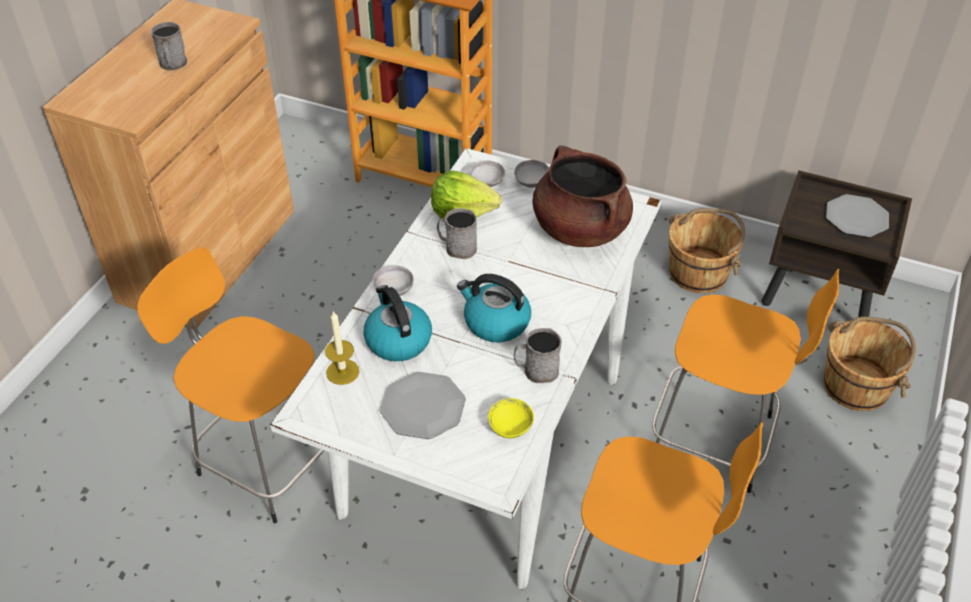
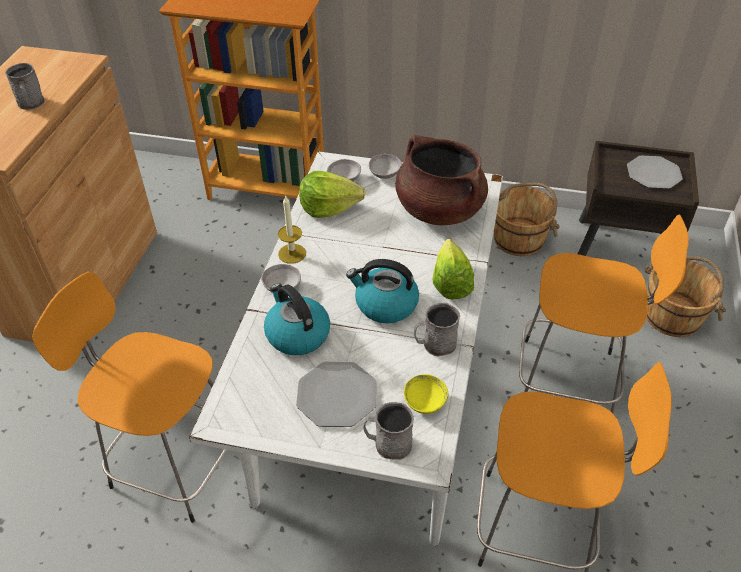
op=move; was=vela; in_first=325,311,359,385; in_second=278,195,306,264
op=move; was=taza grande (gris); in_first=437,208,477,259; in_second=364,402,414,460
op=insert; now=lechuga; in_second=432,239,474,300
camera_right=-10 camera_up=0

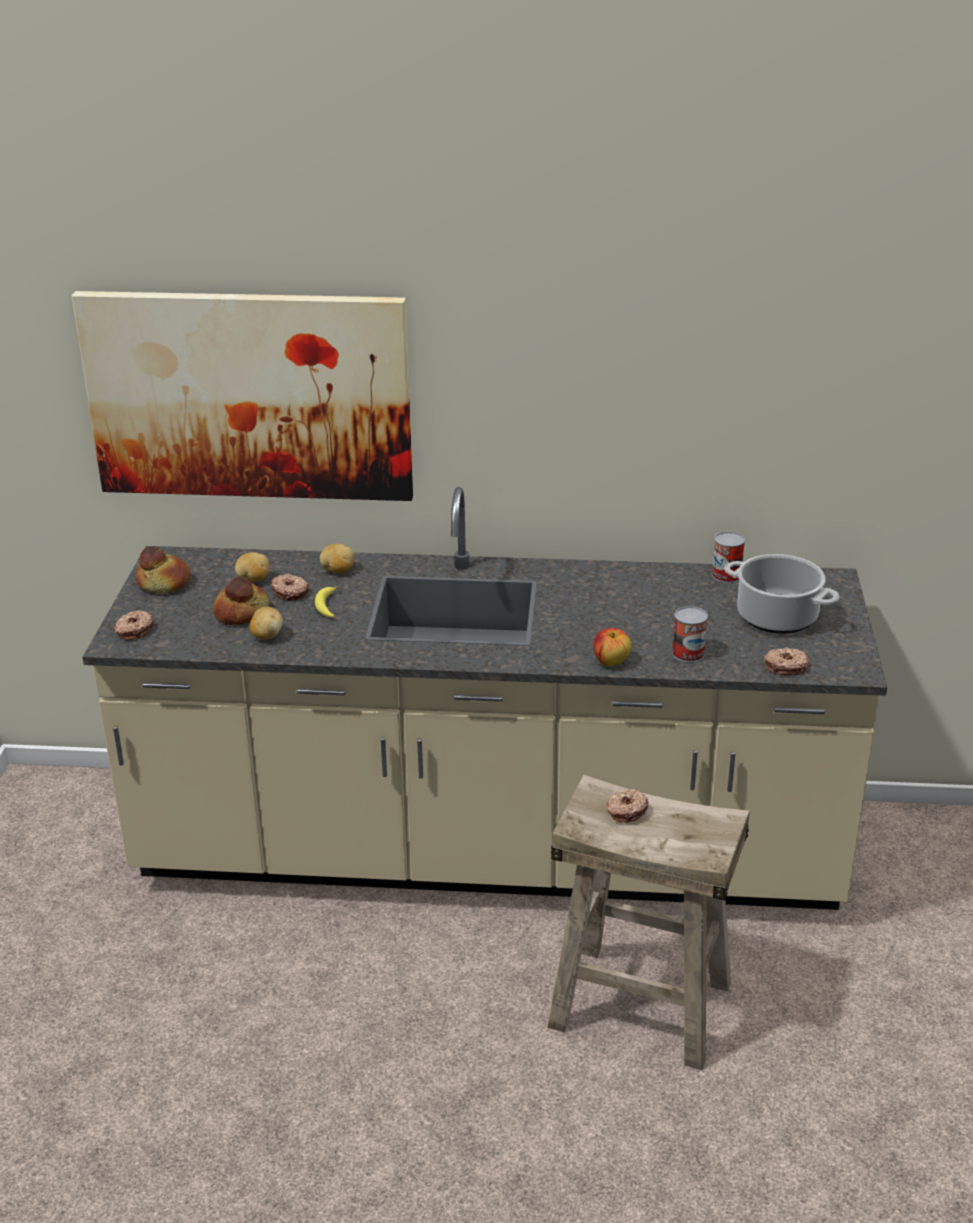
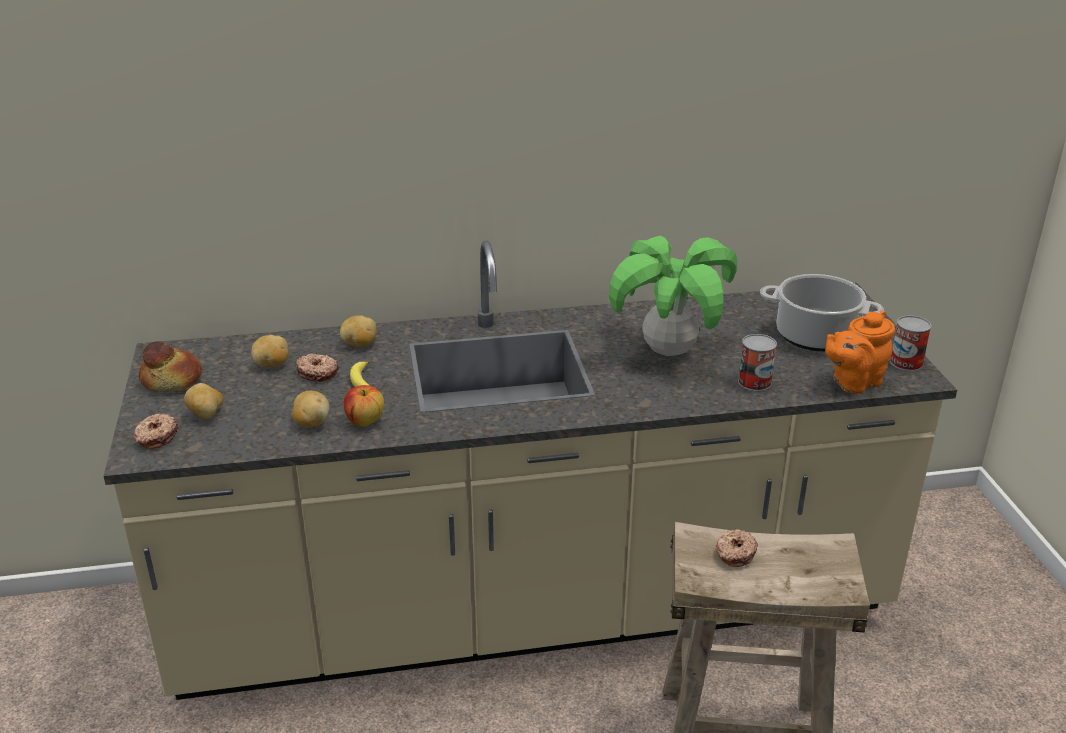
op=insert; now=patata; in_second=184,383,223,419
op=move; was=manzana; in_first=594,628,631,666; in_second=344,385,384,427
op=insert; now=planta en maceta; in_second=609,236,737,356
op=replace; was=rosquilla; now=tetera (naranja); in_first=764,647,809,675; in_second=825,311,895,394
op=move; was=lata; in_first=712,532,745,583; in_second=890,315,931,371
op=delete; was=cuadro; in_first=72,291,413,501
op=delete; was=pan; in_first=213,577,270,625
camera_right=-15 camera_up=0

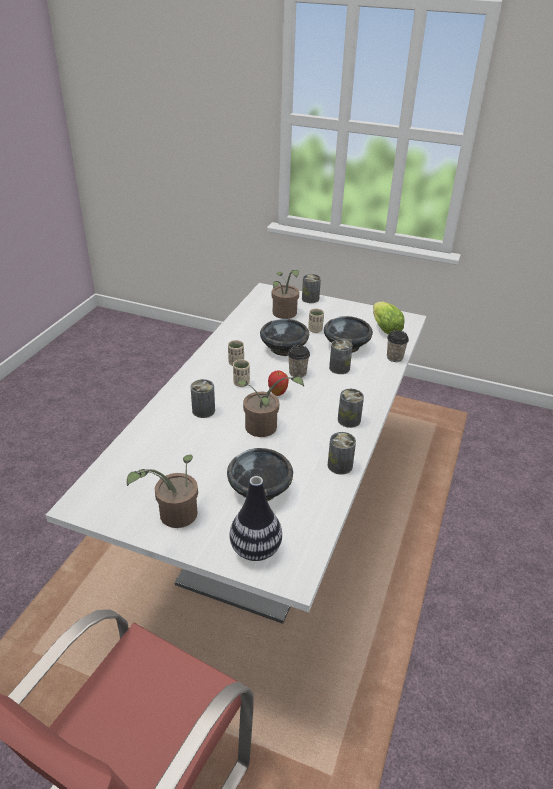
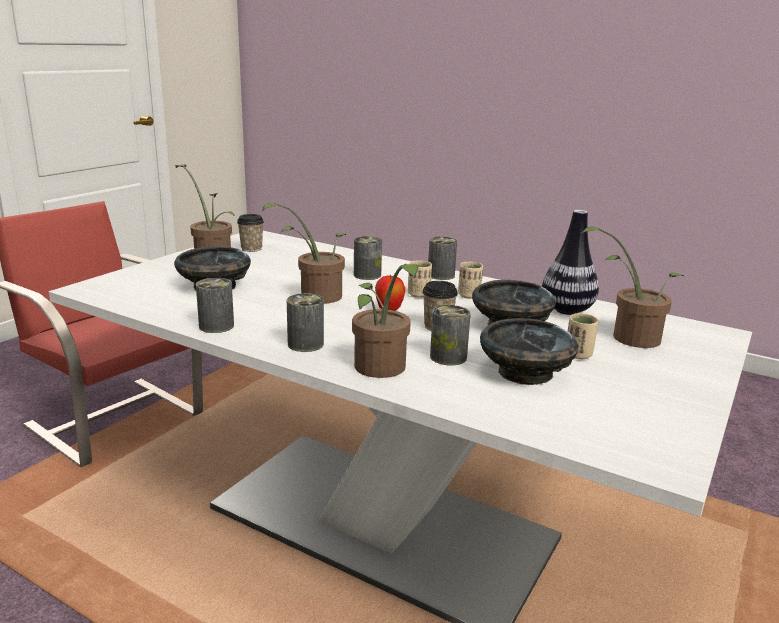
op=move; was=taza; in_first=387,330,409,362; in_second=237,214,264,252
op=insert; now=planta en maceta; in_second=352,264,418,378
op=move; was=lata; in_first=302,274,321,303; in_second=428,237,457,280
op=move; was=florero; in_first=230,476,282,561; in_second=542,210,599,315
op=delete; was=lechuga; in_first=373,302,404,334
camera_right=100 camera_up=-15

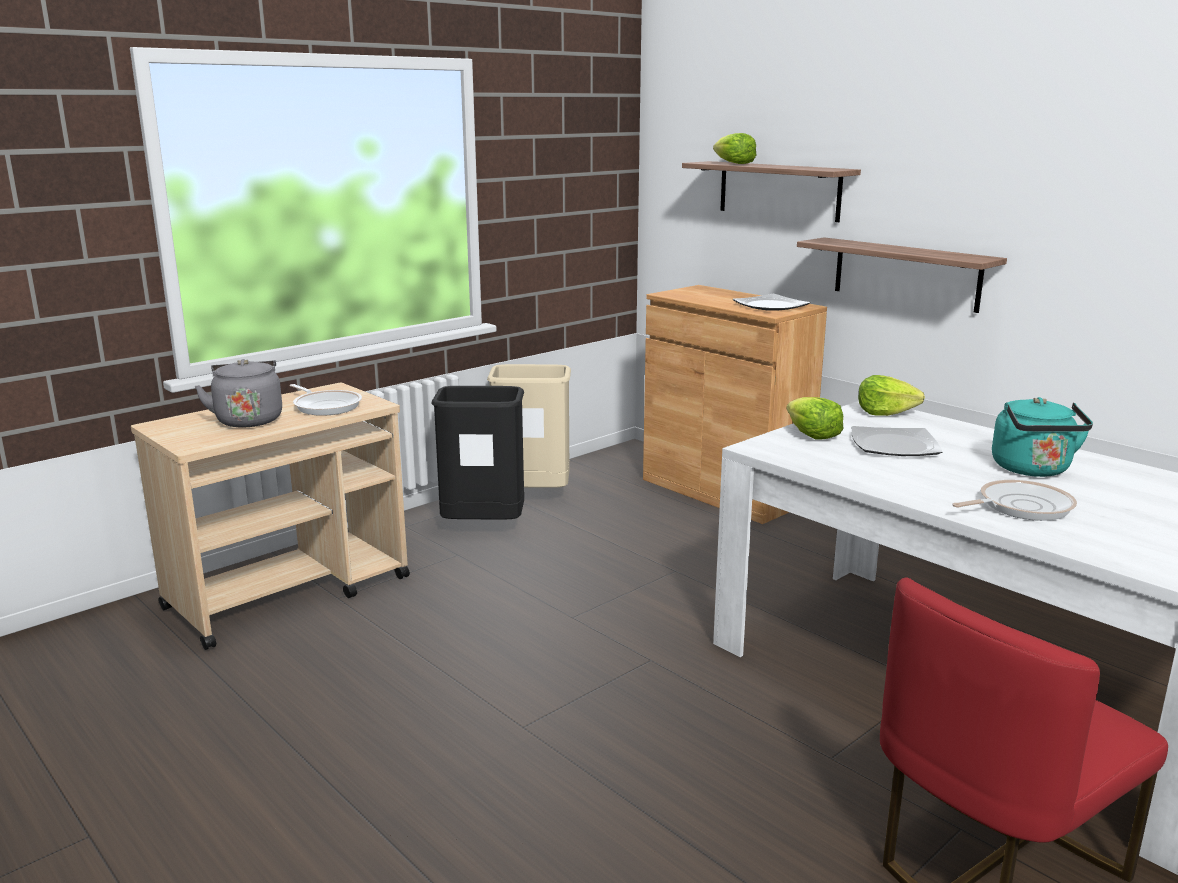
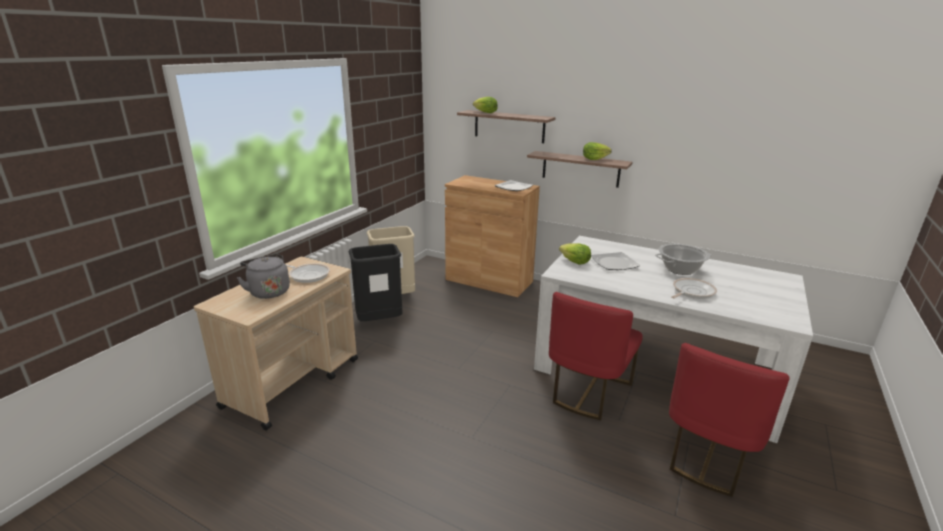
op=insert; now=silla (rojo); in_second=549,292,643,420
op=move; was=lechuga; in_first=858,375,925,416; in_second=583,142,612,160
op=replace; was=hervidor (turquesa); now=olla; in_first=992,397,1093,477; in_second=655,244,712,275
camera_right=-20 camera_up=5

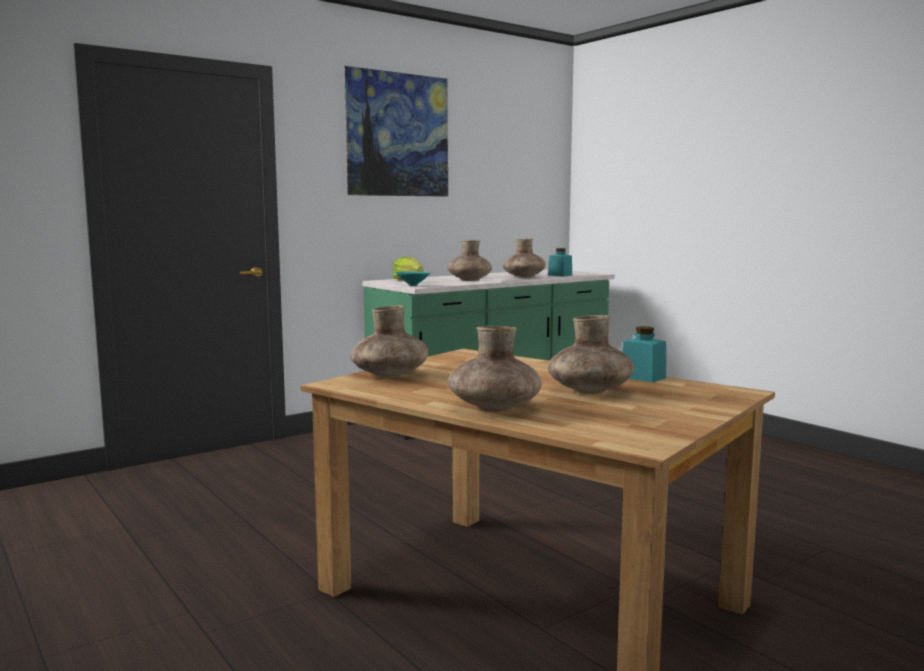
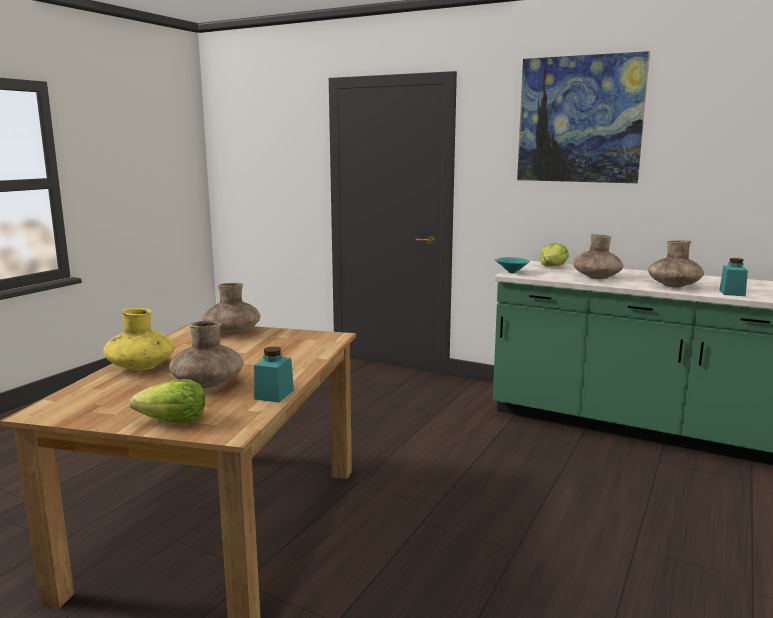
op=recolor; was=florero (marrón); now=florero (amarillo); in_first=448,326,542,412; in_second=103,308,175,371
op=insert; now=lechuga; in_second=130,379,205,423
camera_right=65 camera_up=5

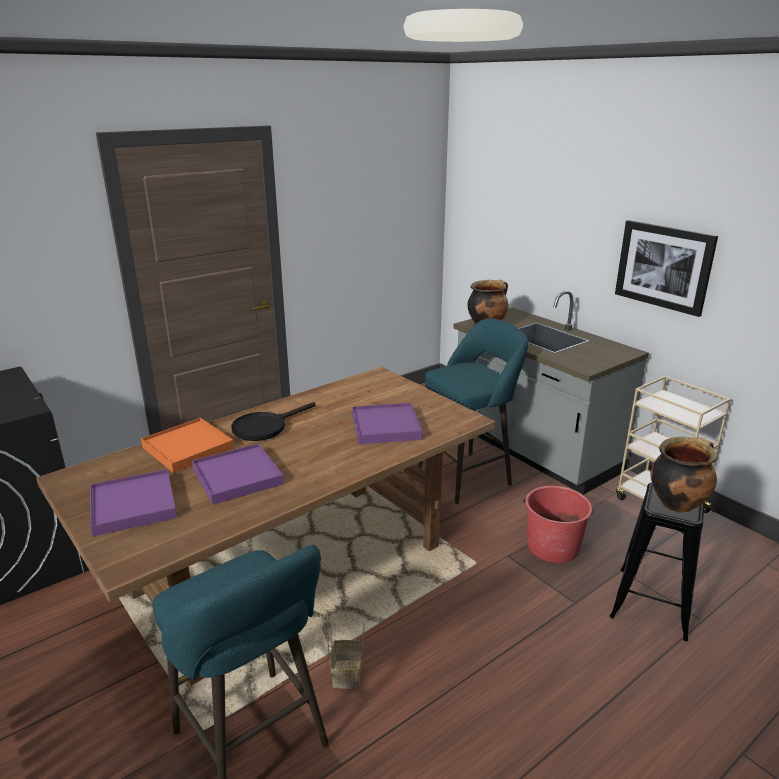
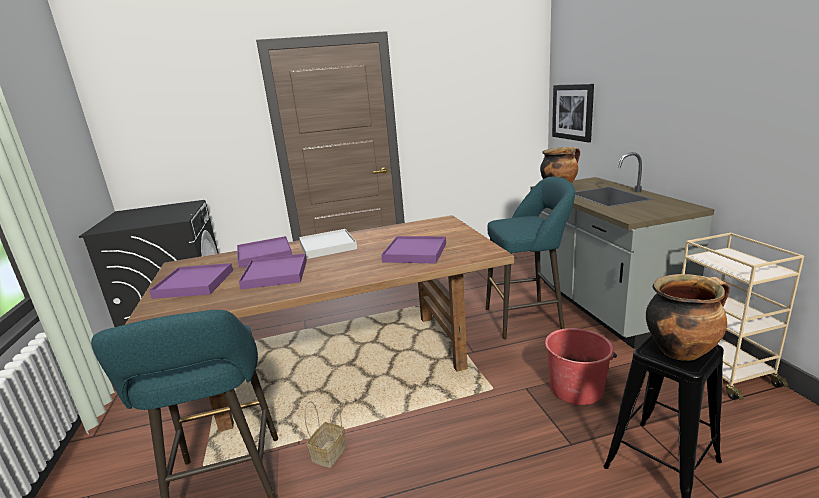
op=recolor; was=bandeja (naranja); now=bandeja (morado); in_first=141,418,234,473; in_second=237,236,292,268
op=replace; was=sartén (negro); now=bandeja (blanco); in_first=231,402,316,441; in_second=299,229,357,259
op=move; was=cuadro; in_first=615,220,718,317; in_second=552,84,594,143
camera_right=25 camera_up=-5

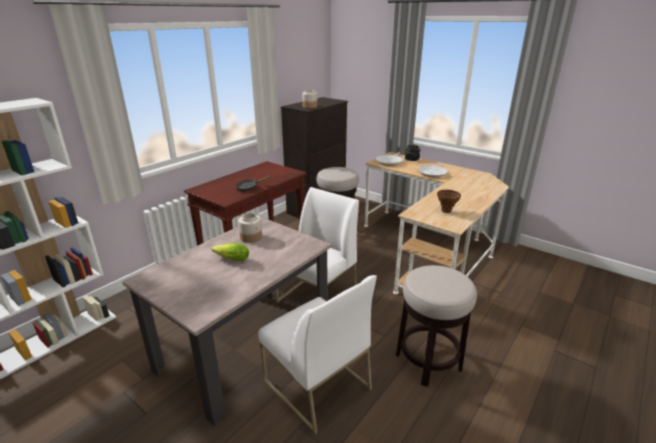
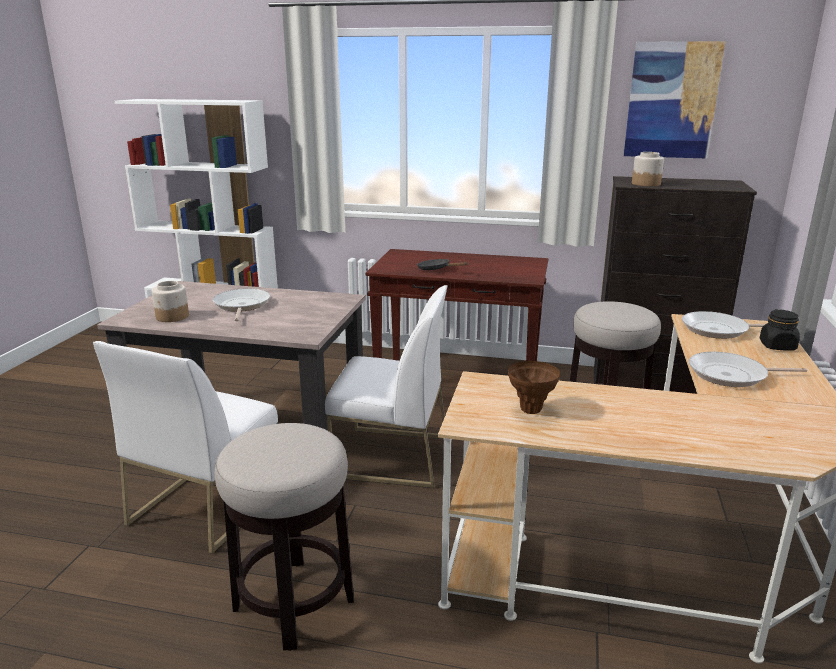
op=move; was=tarro; in_first=238,213,262,243; in_second=152,281,189,322
op=replace; was=lechuga; now=sartén; in_first=211,243,249,261; in_second=213,289,270,321
op=insert; now=cuadro; in_second=624,41,725,158
camera_right=65 camera_up=-5

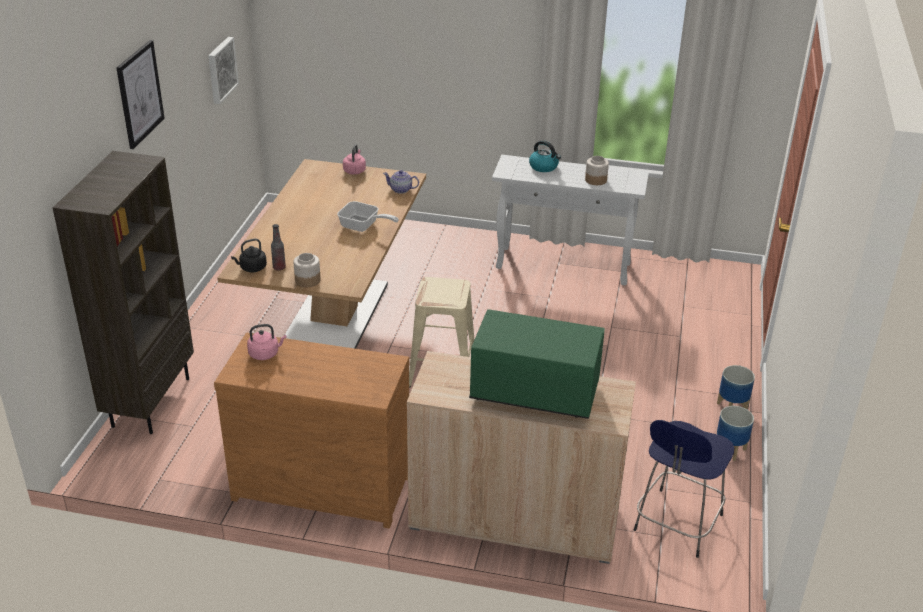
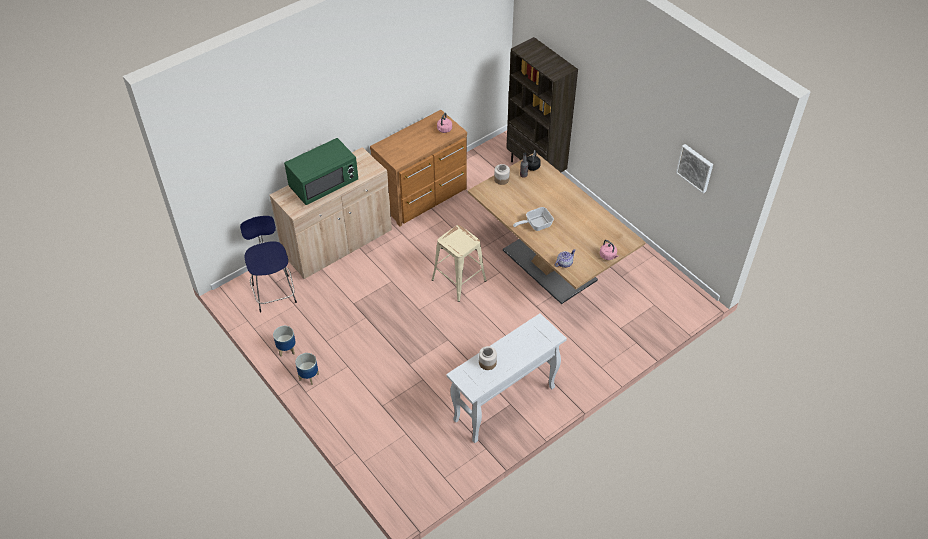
op=delete; was=cuadro; in_first=116,40,165,149
op=delete; was=hervidor; in_first=529,140,561,172
camera_right=130 camera_up=15

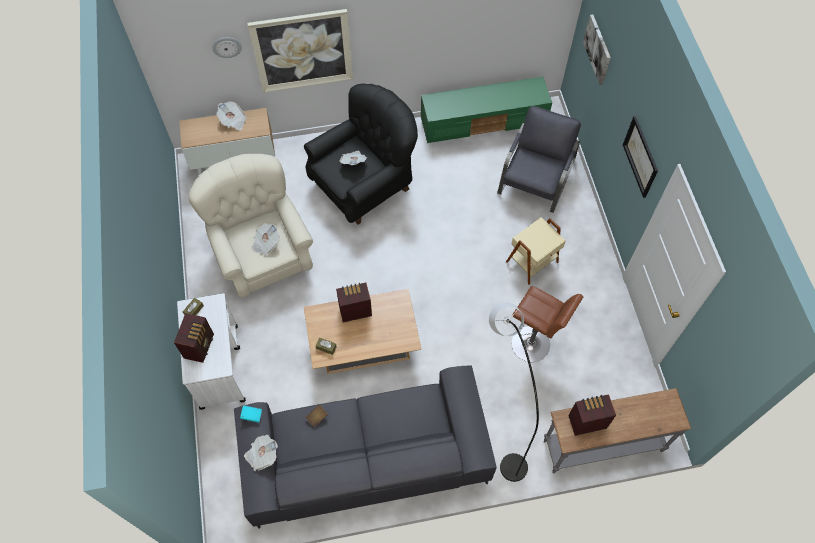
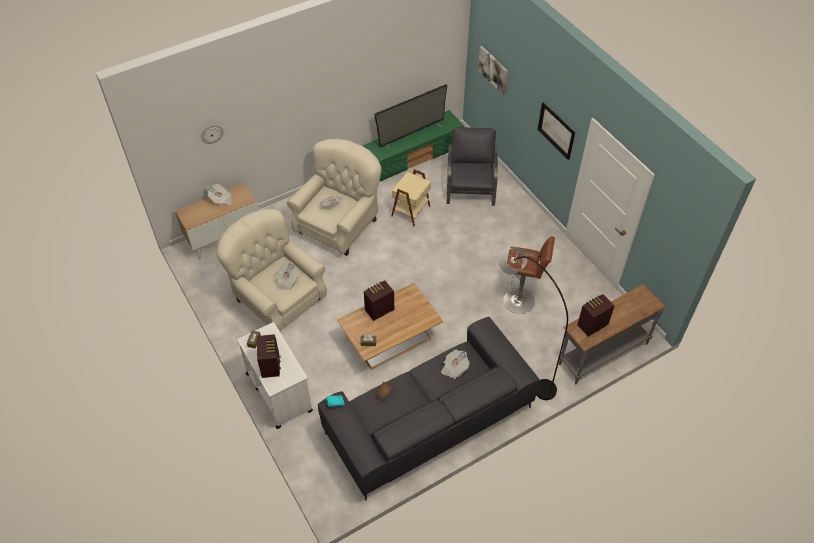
op=recolor; was=sillón (negro); now=sillón (beis); in_first=304,84,418,225; in_second=287,139,382,256
op=insert; now=televisor; in_second=374,84,447,151
op=move; was=mesa auxiliar (beis); in_first=506,217,566,285; in_second=391,169,431,227
op=move; was=periódico; in_first=244,435,278,471; in_second=441,350,469,379
op=delete; was=cuadro; in_first=247,9,353,93
camera_right=-20 camera_up=-10

